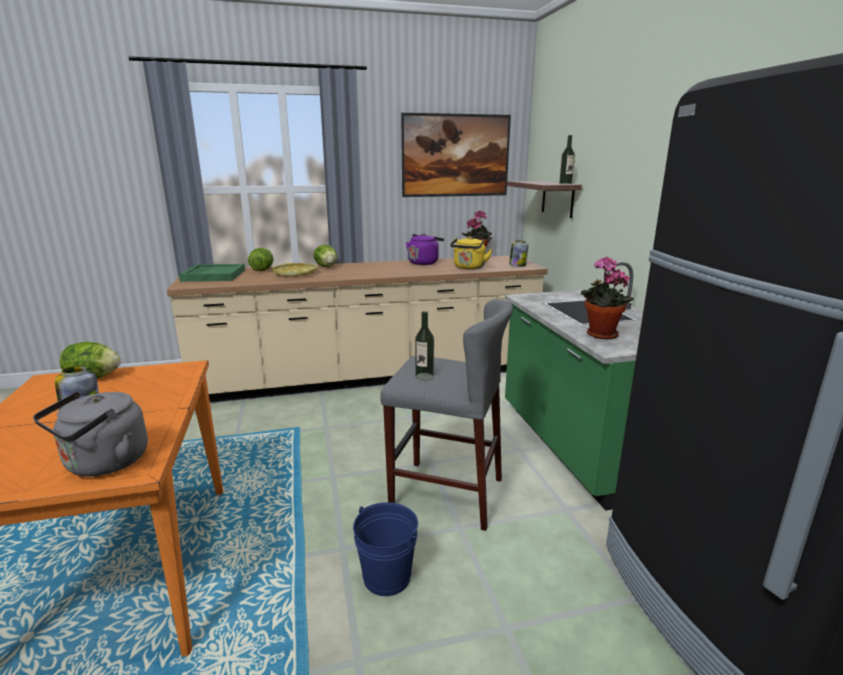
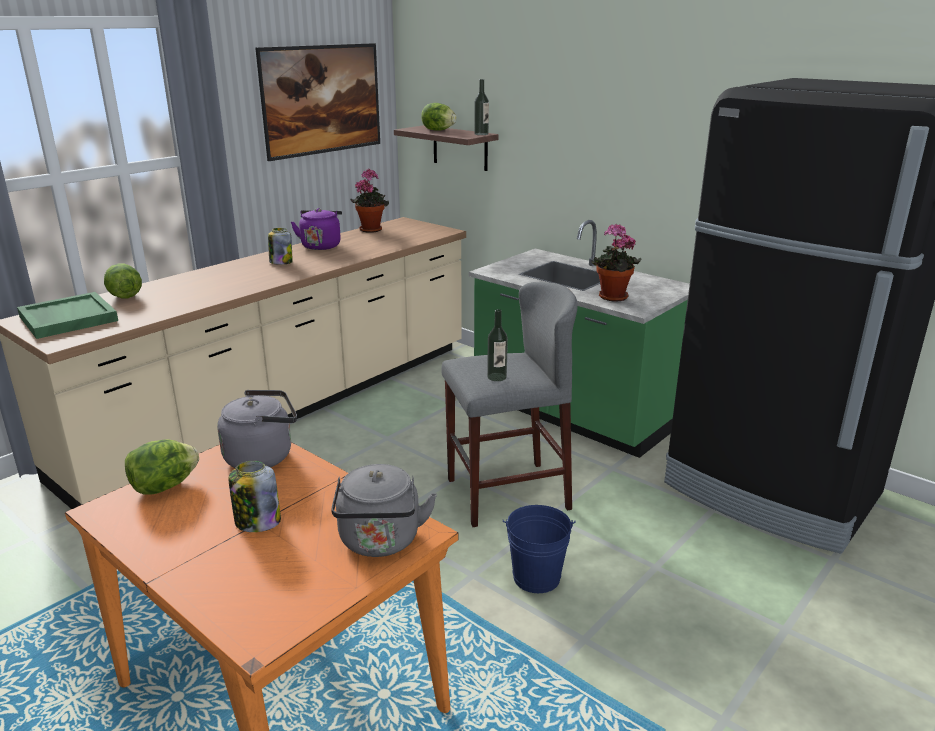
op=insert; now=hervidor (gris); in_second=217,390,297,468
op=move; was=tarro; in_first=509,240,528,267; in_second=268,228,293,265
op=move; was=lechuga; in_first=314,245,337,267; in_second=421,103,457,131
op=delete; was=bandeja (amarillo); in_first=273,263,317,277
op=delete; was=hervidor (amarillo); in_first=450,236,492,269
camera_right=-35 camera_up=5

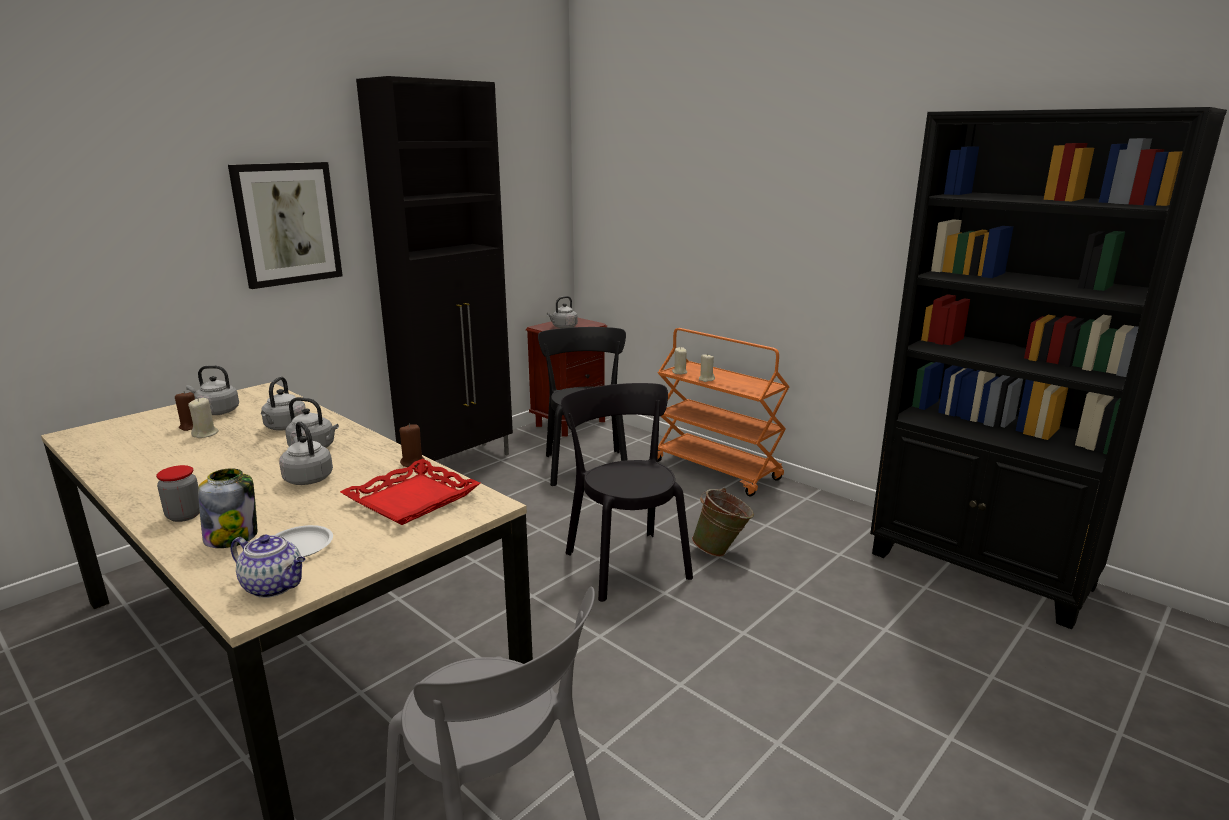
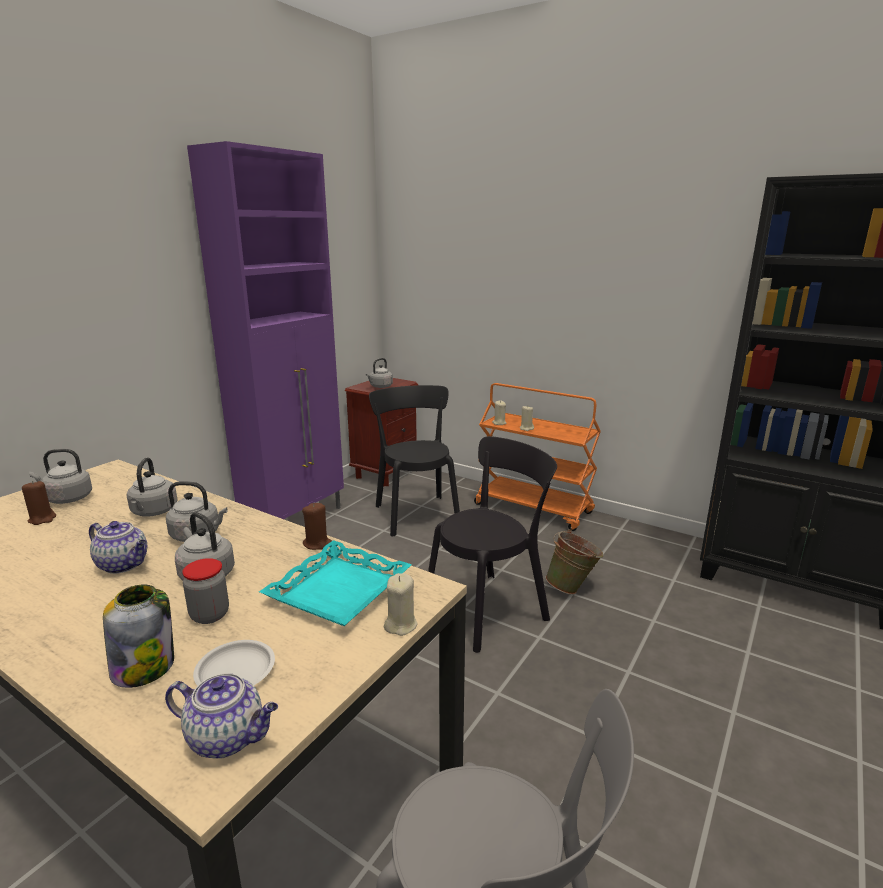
op=insert; now=tetera; in_second=89,521,147,574
op=move; was=tarro; in_first=156,465,200,522; in_second=182,558,229,624
op=recolor; was=armario (negro); now=armario (morado); in_first=356,76,513,461; in_second=187,141,344,519
op=recolor; was=bandeja (rojo); now=bandeja (turquesa); in_first=340,459,480,525; in_second=259,540,412,626
op=move; was=vela (beis); in_first=188,398,219,438; in_second=384,573,418,636
op=rotate; was=silla (negro); in_first=561,383,693,602; in_second=428,436,557,653; clockwise=90
op=delete; was=cuadro; in_first=228,162,343,289
camera_right=-10 camera_up=0

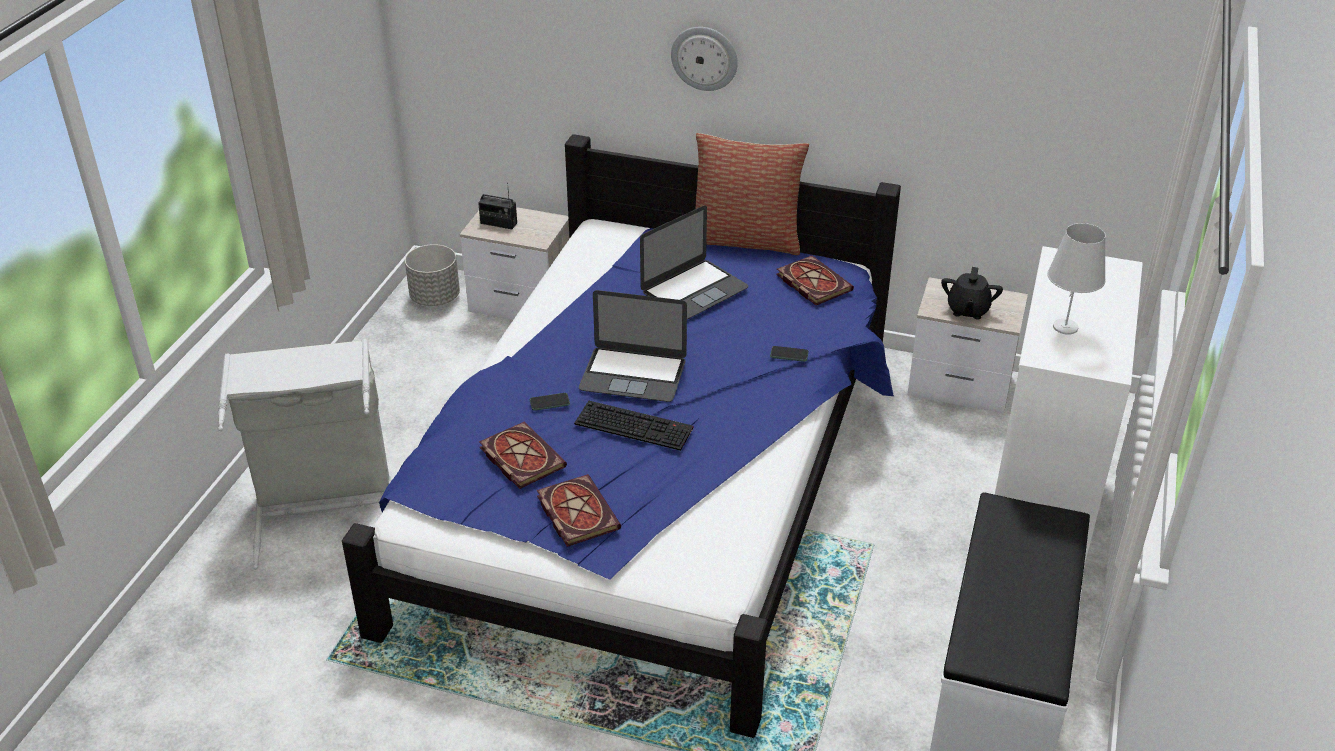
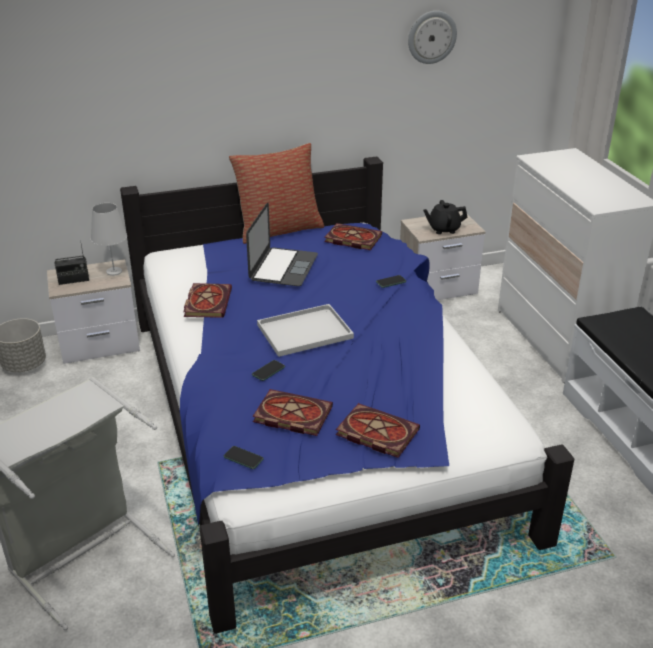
op=move; was=lámpara de mesa (blanco); in_first=1047,223,1106,335; in_second=91,203,127,276
op=insert; now=libro; in_second=183,283,232,318
op=insert; now=móvil; in_second=224,446,264,469
op=replace; was=portátil; now=bandeja (blanco); in_first=579,290,687,402; in_second=257,304,354,357
op=move; was=reloj de pared; in_first=671,27,738,91; in_second=408,11,457,64
op=rotate; was=tetera (negro); in_first=941,267,1003,320; in_second=423,200,468,234; clockwise=105
op=delete; was=teclado; in_first=574,401,693,451
camera_right=-35 camera_up=-5

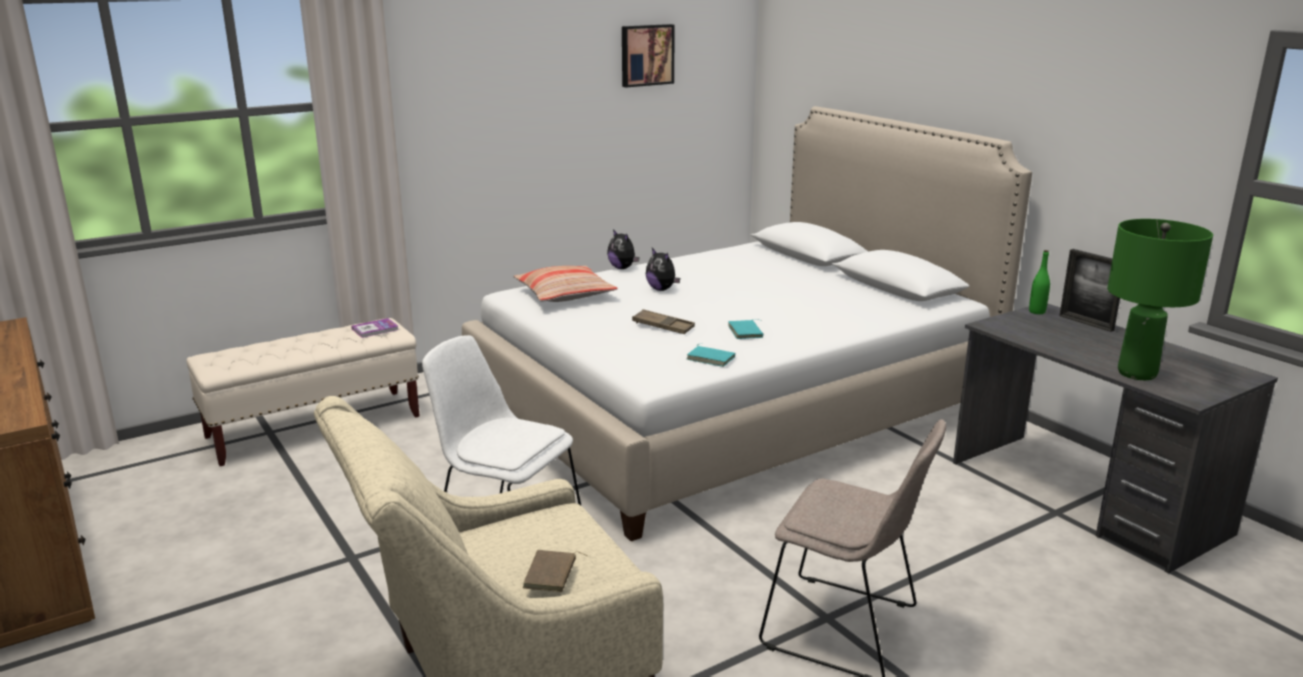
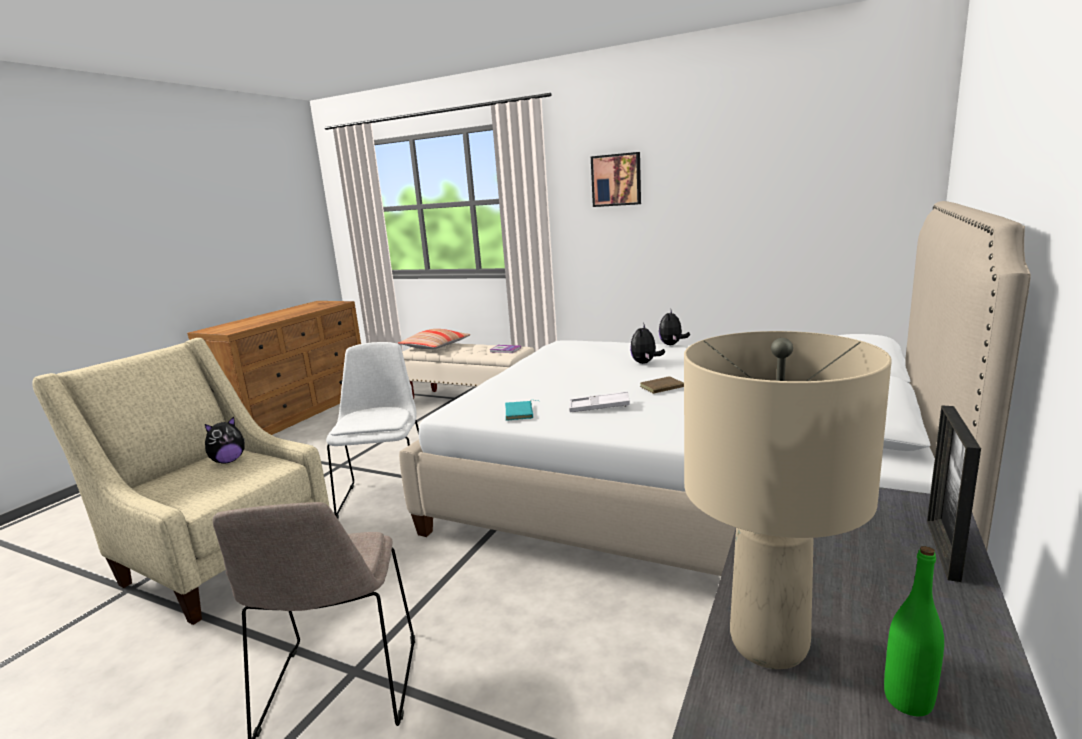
op=insert; now=peluche; in_second=205,416,245,464
op=move; was=cojín; in_first=514,266,618,302; in_second=398,329,471,349
op=replace; was=libro (turquesa); now=bandeja (blanco); in_first=728,319,763,339; in_second=569,391,630,412
op=move; was=cuadro; in_first=622,24,675,87; in_second=591,152,641,207
op=move; was=libro (marrón); in_first=523,550,587,592; in_second=640,376,684,394
op=recolor; was=lámpara de mesa (verde); now=lámpara de mesa (beis); in_first=1107,219,1213,380; in_second=684,331,892,669
op=move; was=botella (verde); in_first=1029,250,1050,314; in_second=884,546,944,716
op=delete; was=bandeja (marrón); in_first=632,309,695,334
camera_right=60 camera_up=-5

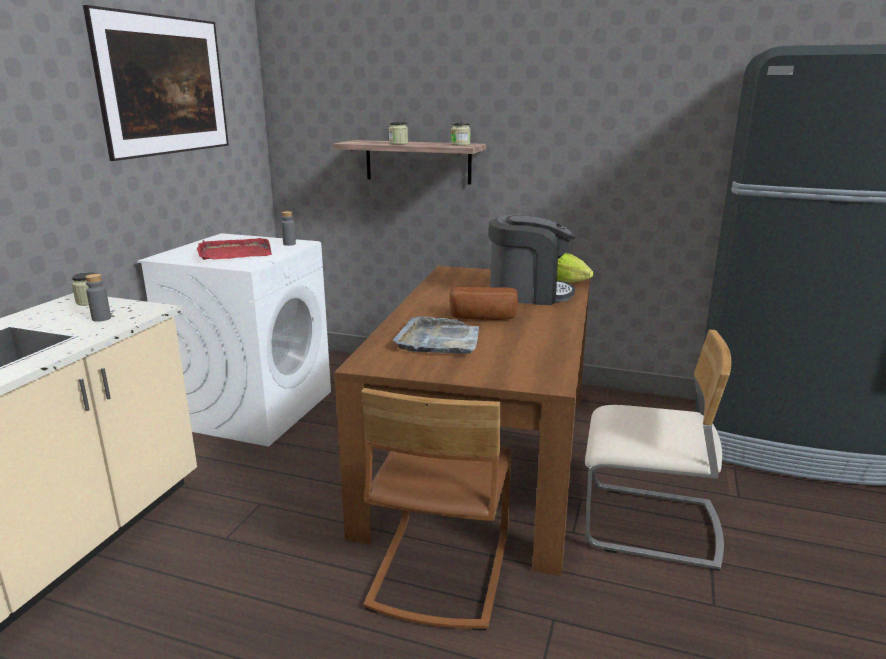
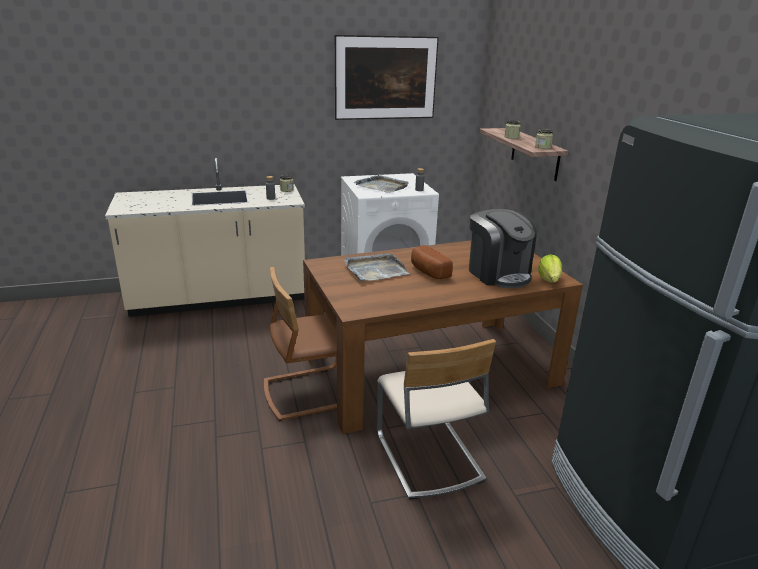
op=recolor; was=bandeja (rojo); now=bandeja (gris); in_first=197,238,272,260; in_second=354,174,409,193
camera_right=55 camera_up=5

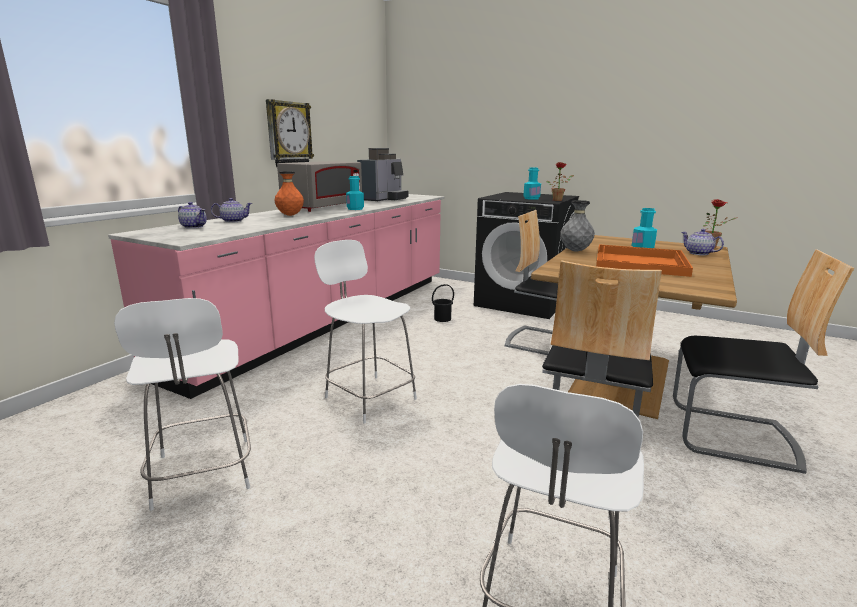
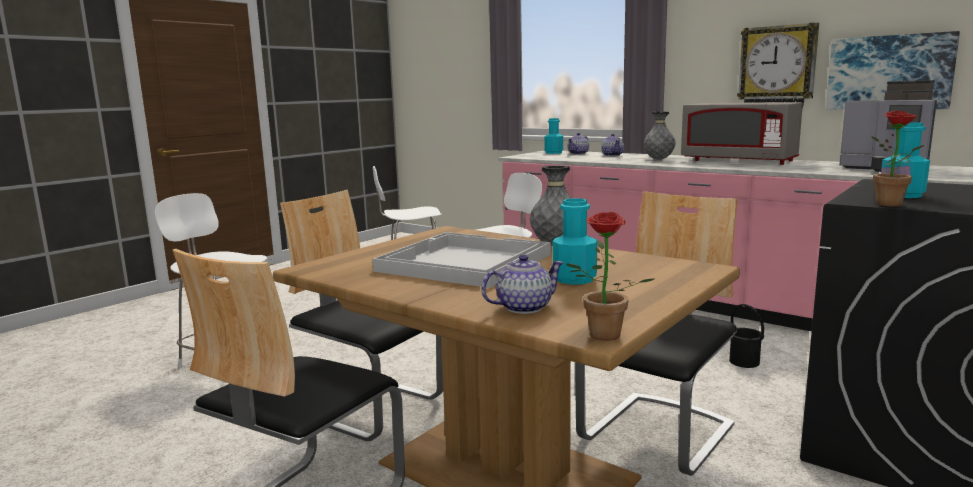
op=recolor; was=bandeja (naranja); now=bandeja (blanco); in_first=596,244,693,277; in_second=373,232,551,288
op=move; was=botella (turquesa); in_first=346,176,364,210; in_second=544,118,563,154
op=recolor; was=florero (naranja); now=florero (gris); in_first=274,171,304,216; in_second=644,112,676,160
op=insert; now=cuadro; in_second=826,31,960,110
camera_right=100 camera_up=-5

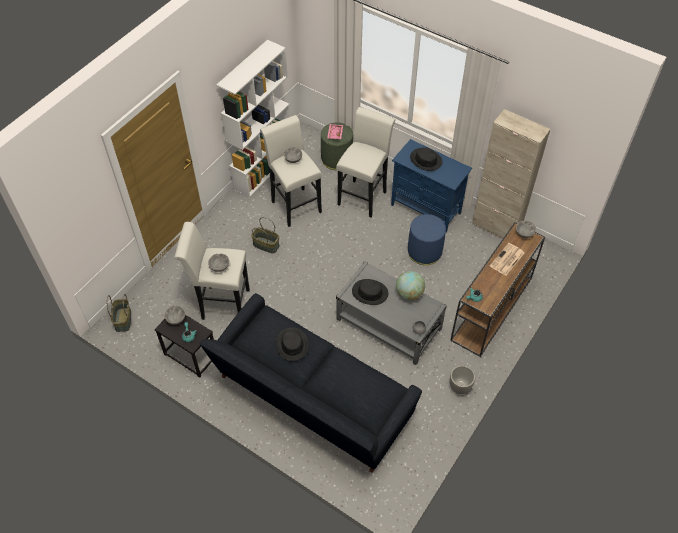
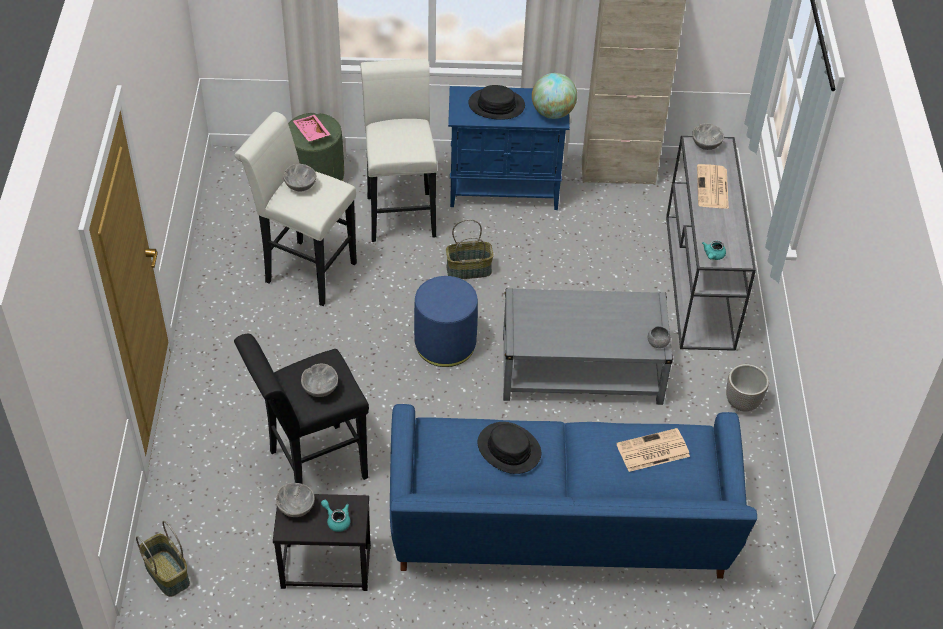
op=recolor; was=taburete (blanco); now=taburete (negro); in_first=174,222,250,320; in_second=234,334,369,484
op=recolor; was=sofá (negro); now=sofá (azul); in_first=200,293,422,473; in_second=390,404,757,579
op=move; was=puf (azul); in_first=408,214,446,265; in_second=414,276,478,367
op=move; was=cesta; in_first=251,217,280,254; in_second=446,219,494,279
op=move; was=globo terráqueo; in_first=396,271,425,301; in_second=532,73,577,119
op=insert; now=periódico; in_second=616,428,690,472
op=recolor; was=mesa consola (marrón); now=mesa consola (gris); in_first=450,222,545,357; in_second=666,136,756,351
op=delete; was=estantería (blanco); in_first=216,40,290,198
op=delete; was=sombrero (negro); in_first=352,279,388,305
camera_right=-35 camera_up=-5

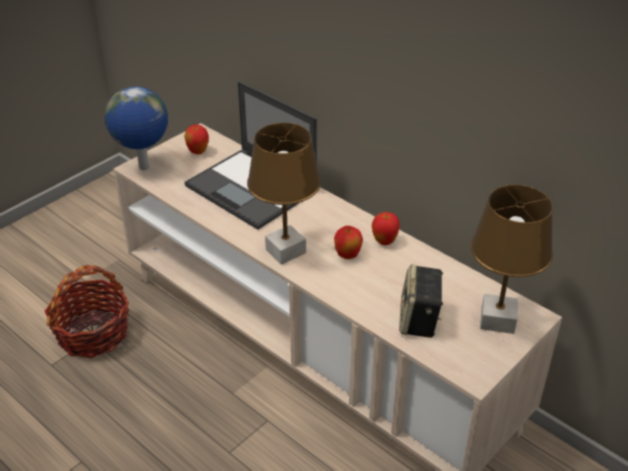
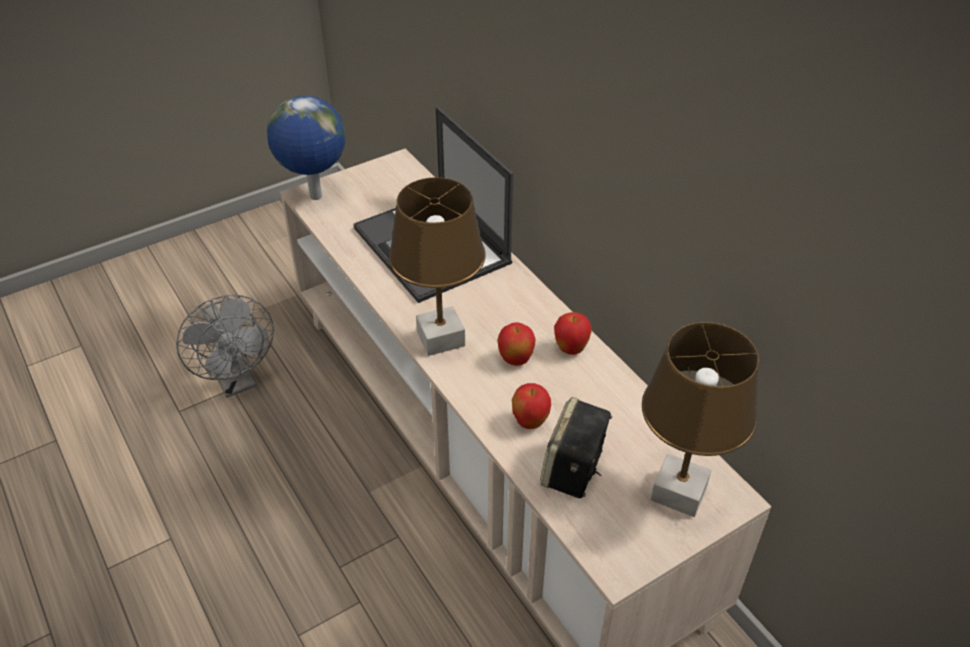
op=replace; was=cesta; now=ventilador (gris); in_first=45,265,129,358; in_second=176,295,274,398
op=move; was=manzana; in_first=184,124,209,154; in_second=512,383,551,429
camera_right=15 camera_up=5

